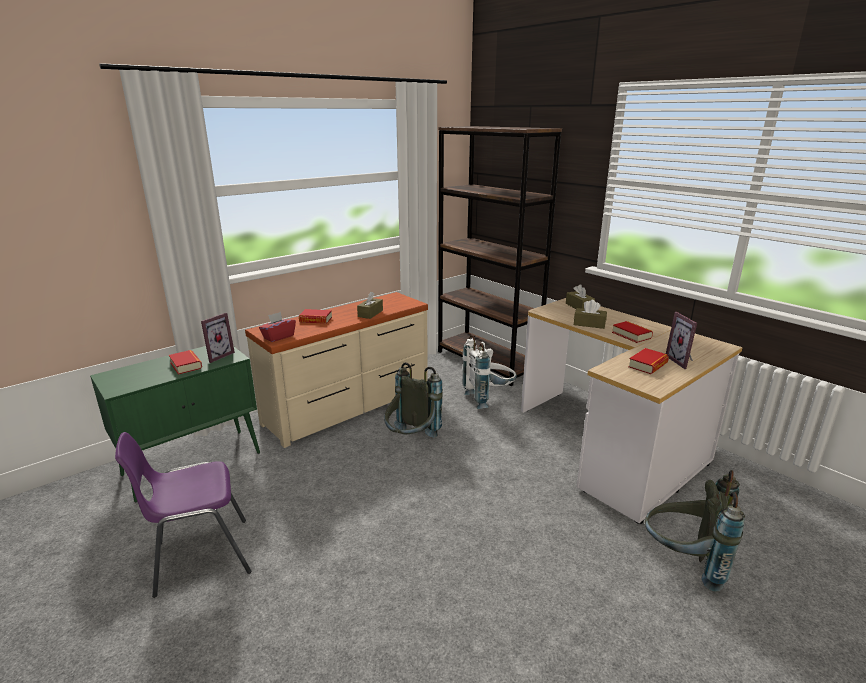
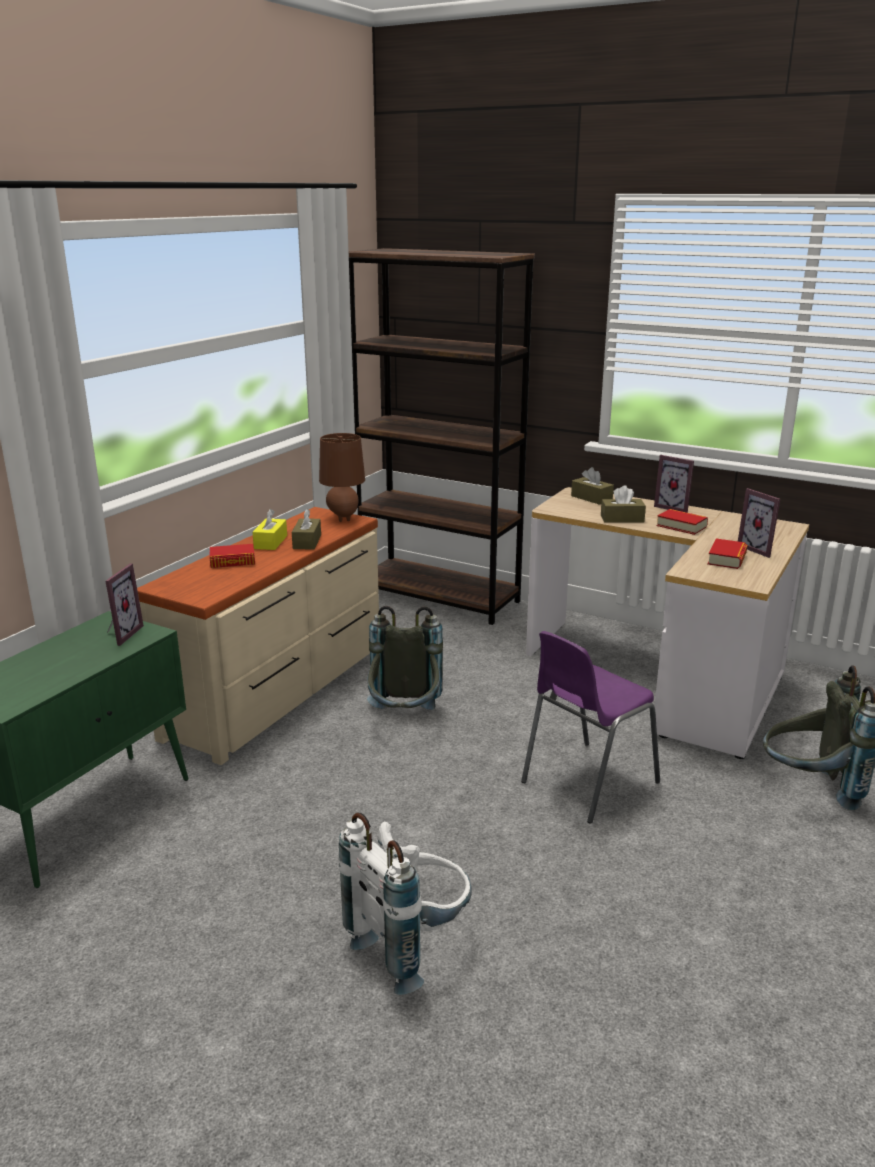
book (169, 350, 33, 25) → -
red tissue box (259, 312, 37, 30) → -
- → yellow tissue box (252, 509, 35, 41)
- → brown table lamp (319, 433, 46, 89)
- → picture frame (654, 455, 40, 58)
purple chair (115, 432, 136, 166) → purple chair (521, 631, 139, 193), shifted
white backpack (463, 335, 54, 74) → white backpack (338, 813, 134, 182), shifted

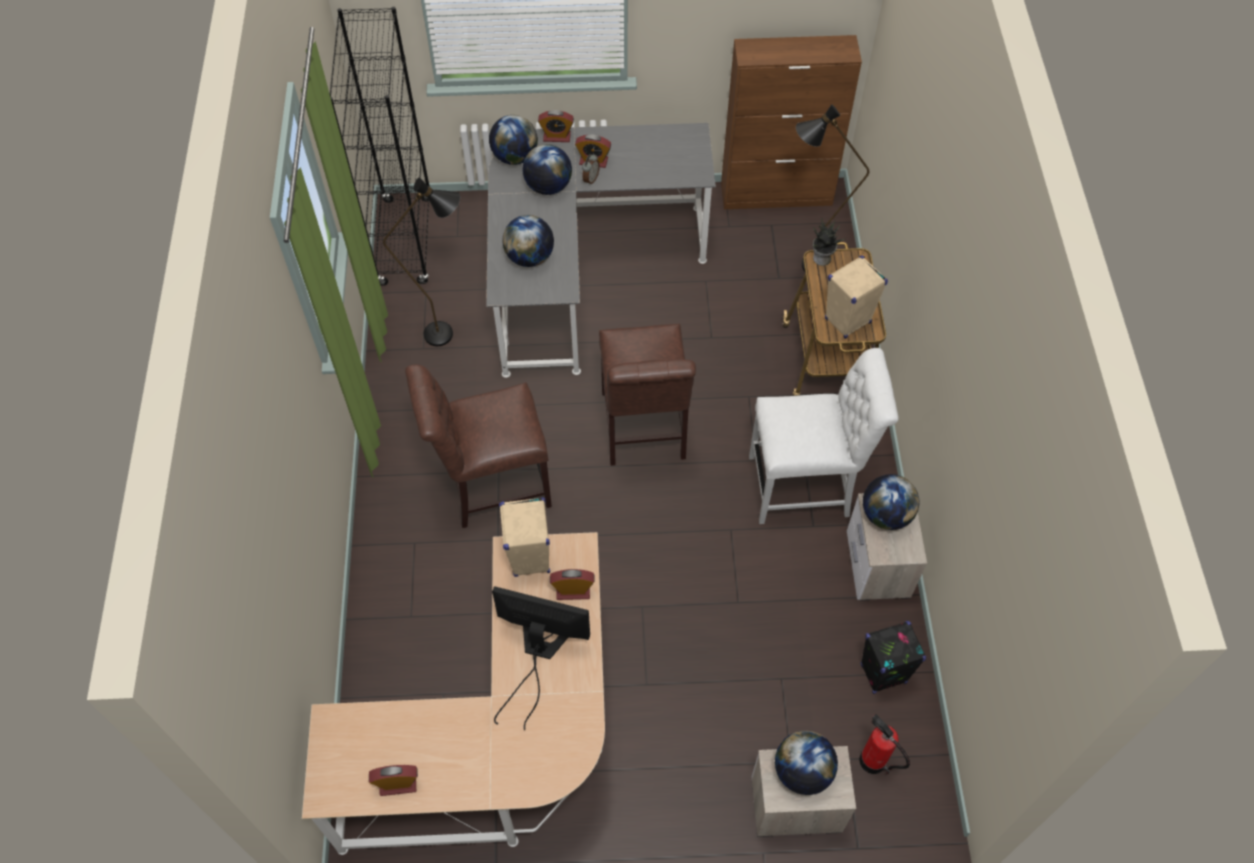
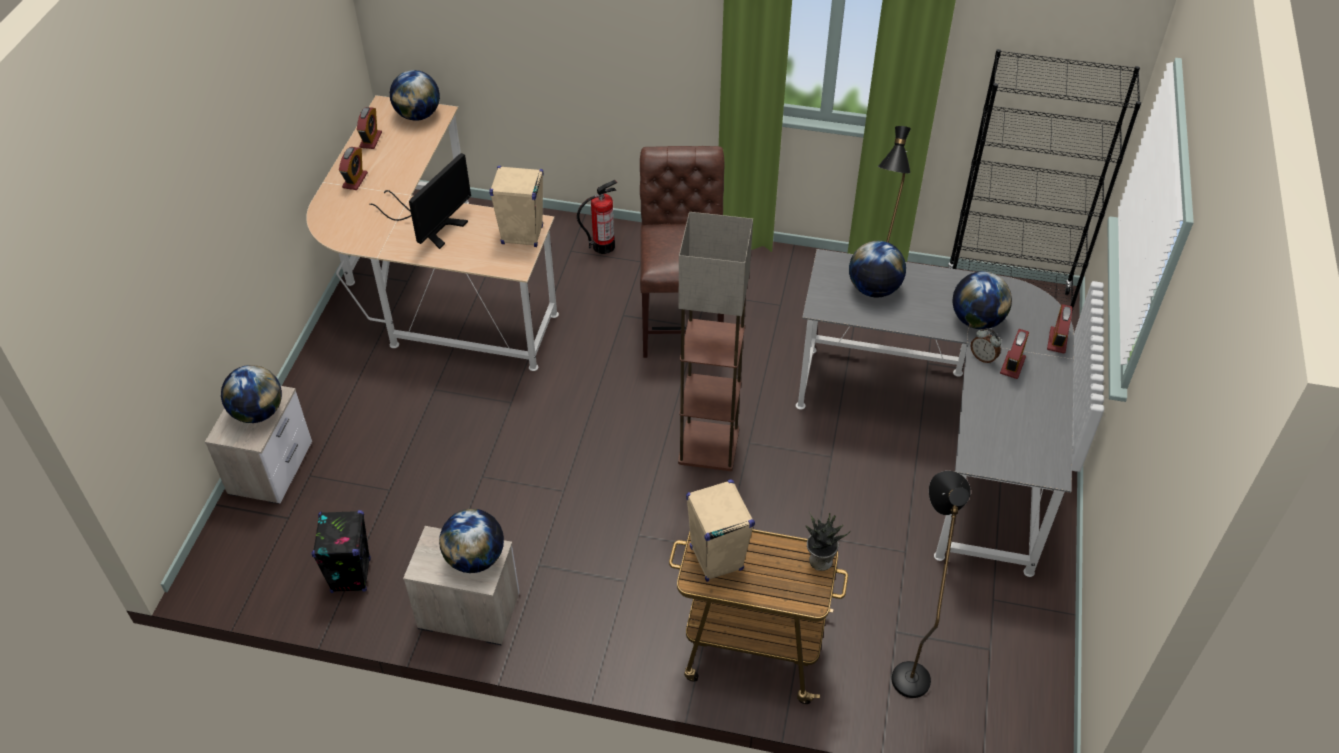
brown cabinet (721, 35, 141, 174) → -
white chair (749, 348, 150, 176) → -
globe (489, 115, 49, 50) → globe (390, 70, 50, 51), shifted
alarm clock (550, 569, 44, 31) → alarm clock (339, 147, 29, 43), shifted
fire extinguisher (859, 713, 51, 61) → fire extinguisher (577, 180, 40, 74), shifted
brown chair (599, 324, 97, 142) → floor lamp (678, 212, 75, 259)

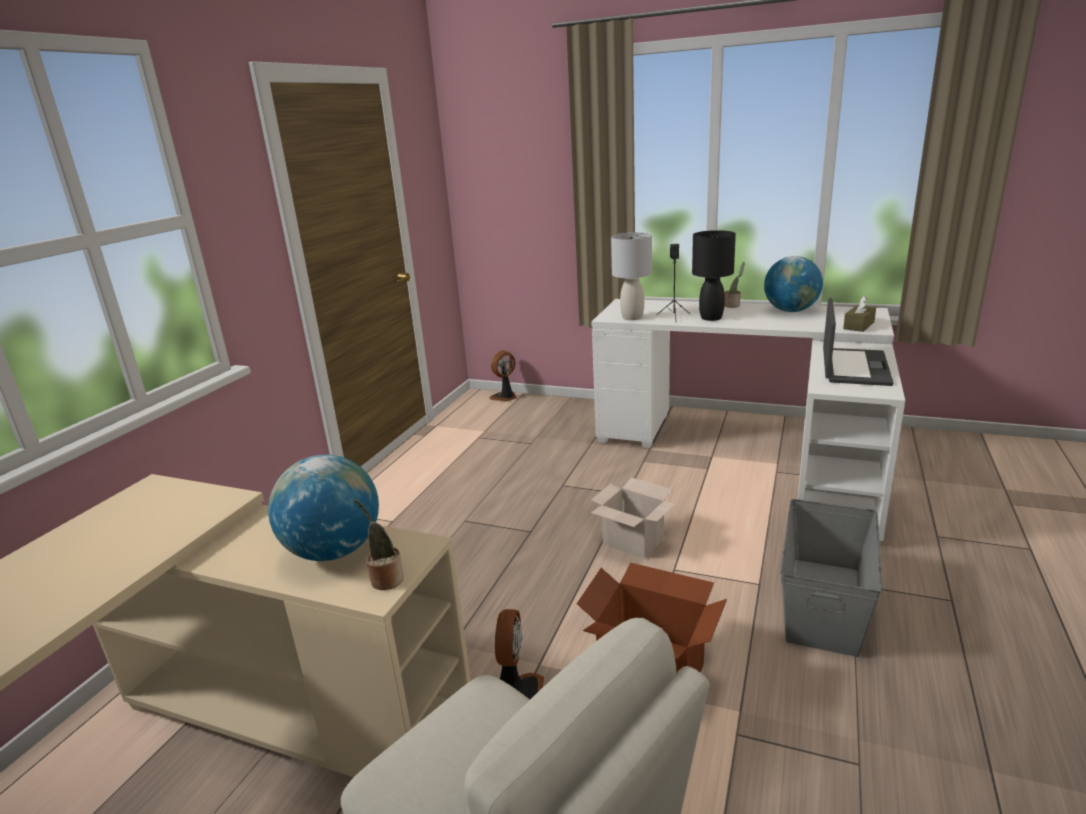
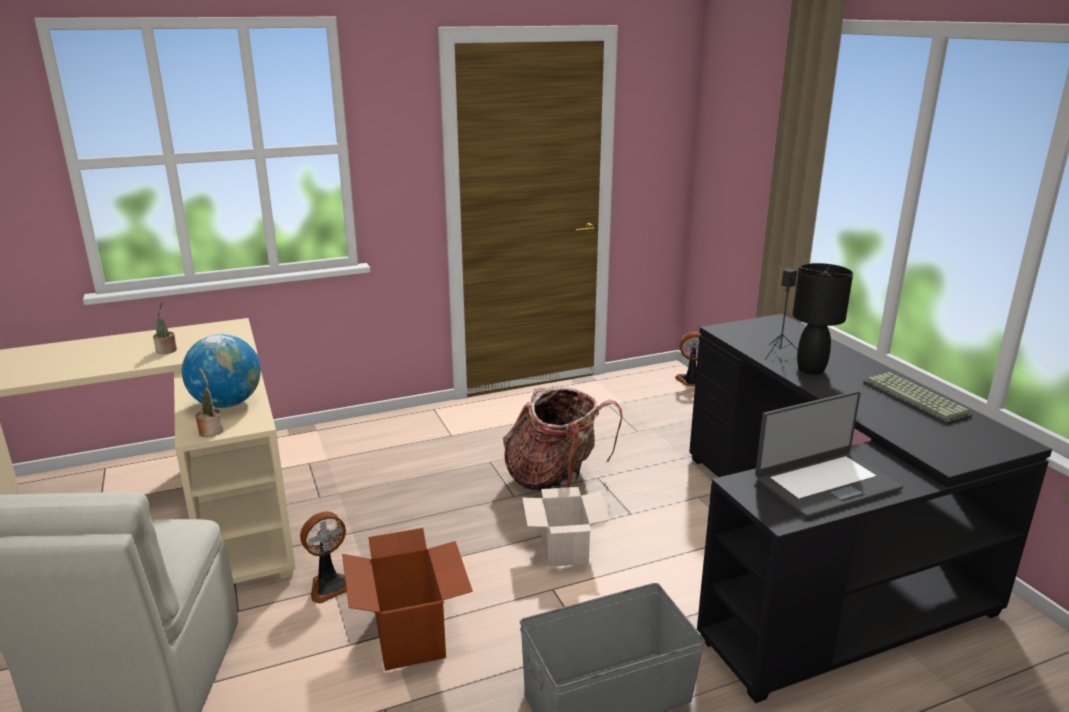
grey table lamp (611, 232, 41, 88) → -
brown tissue box (843, 295, 33, 37) → -
- → backpack (503, 385, 120, 106)
potted plant (724, 262, 21, 46) → potted plant (153, 302, 24, 52), shifted
globe (764, 256, 59, 56) → keyboard (863, 372, 110, 53)
white desk (591, 299, 314, 243) → black desk (689, 314, 363, 389)

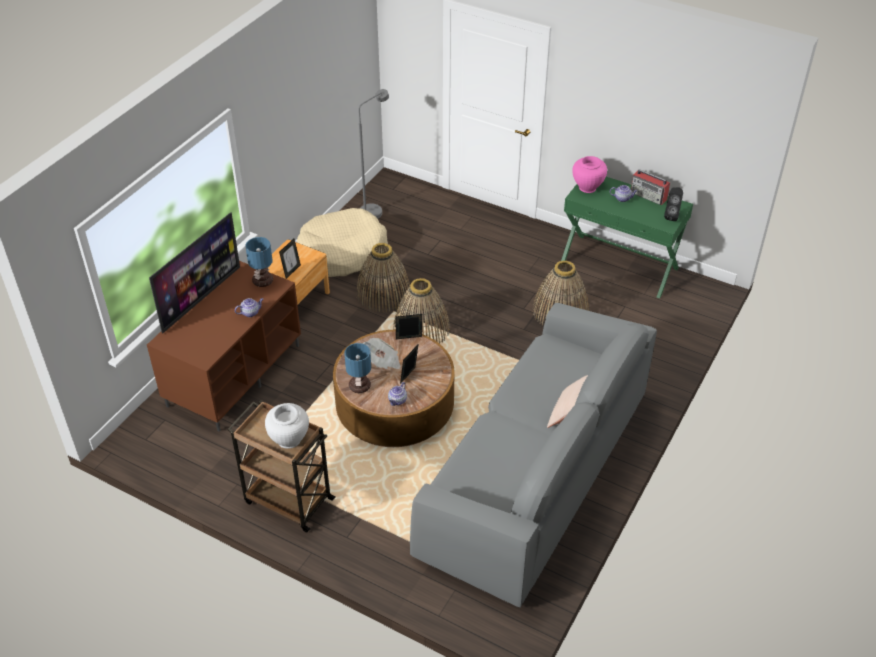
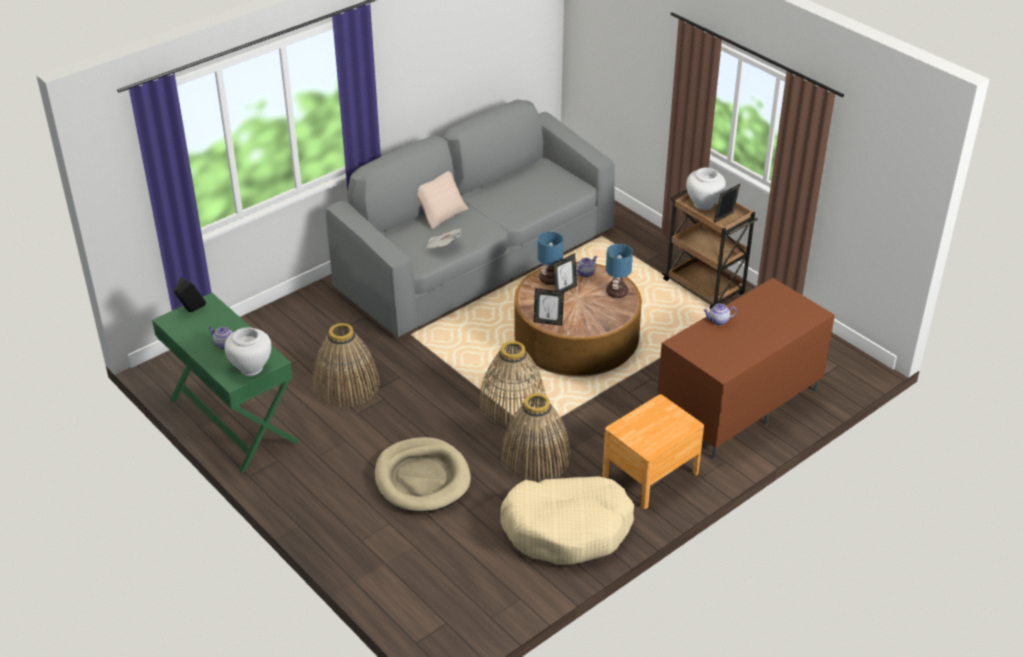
television (149, 212, 91, 121) → -
grey floor lamp (359, 89, 30, 130) → -
radio (631, 169, 39, 36) → -
- → beige dog bed (375, 437, 96, 75)
table lamp (245, 237, 28, 50) → table lamp (537, 231, 27, 54), shifted
picture frame (279, 239, 22, 40) → picture frame (714, 184, 26, 38), shifted
newspaper (363, 338, 38, 31) → newspaper (425, 229, 37, 20), shifted
pink vase (572, 156, 35, 37) → white vase (224, 328, 47, 48)

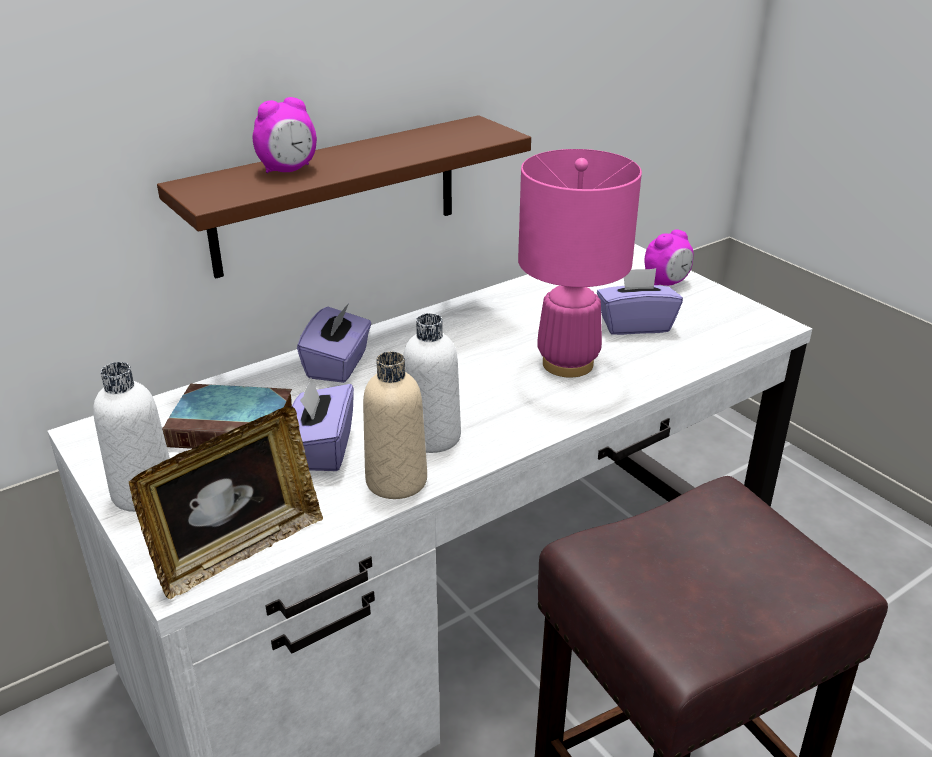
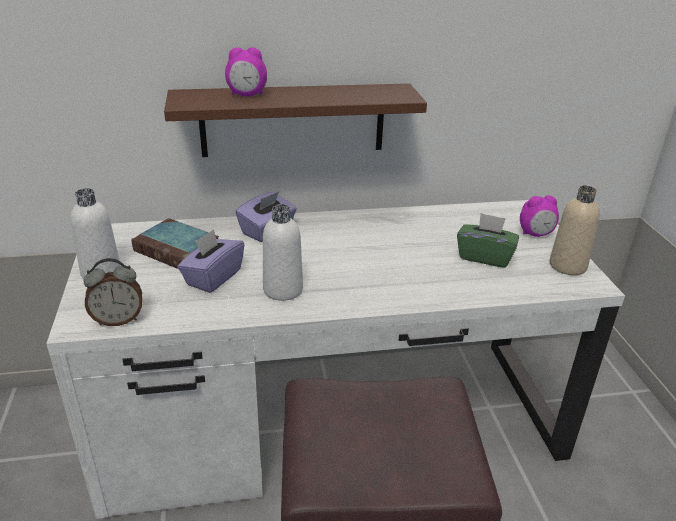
pink table lamp (518, 149, 124, 228) → -
beige bottle (363, 352, 64, 147) → beige bottle (550, 186, 50, 89), shifted
picture frame (129, 406, 194, 193) → alarm clock (83, 258, 59, 68)
purple tissue box (597, 268, 86, 67) → green tissue box (457, 213, 62, 55)

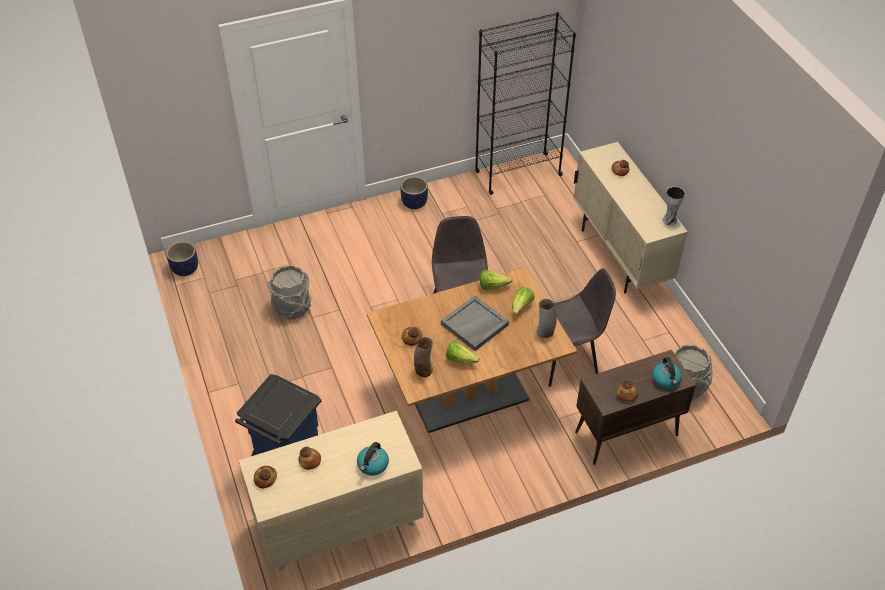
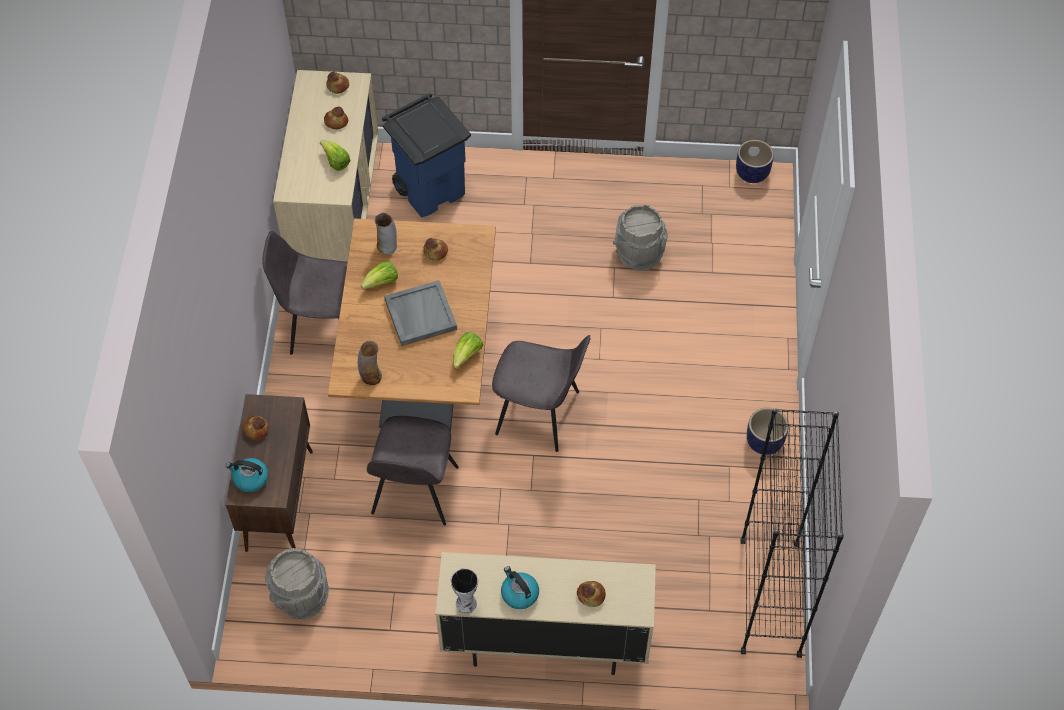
- → grey chair (262, 231, 86, 124)
kettle (357, 442, 32, 34) → kettle (501, 566, 38, 43), shifted
lettuce (512, 287, 22, 28) → lettuce (320, 141, 31, 30), shifted

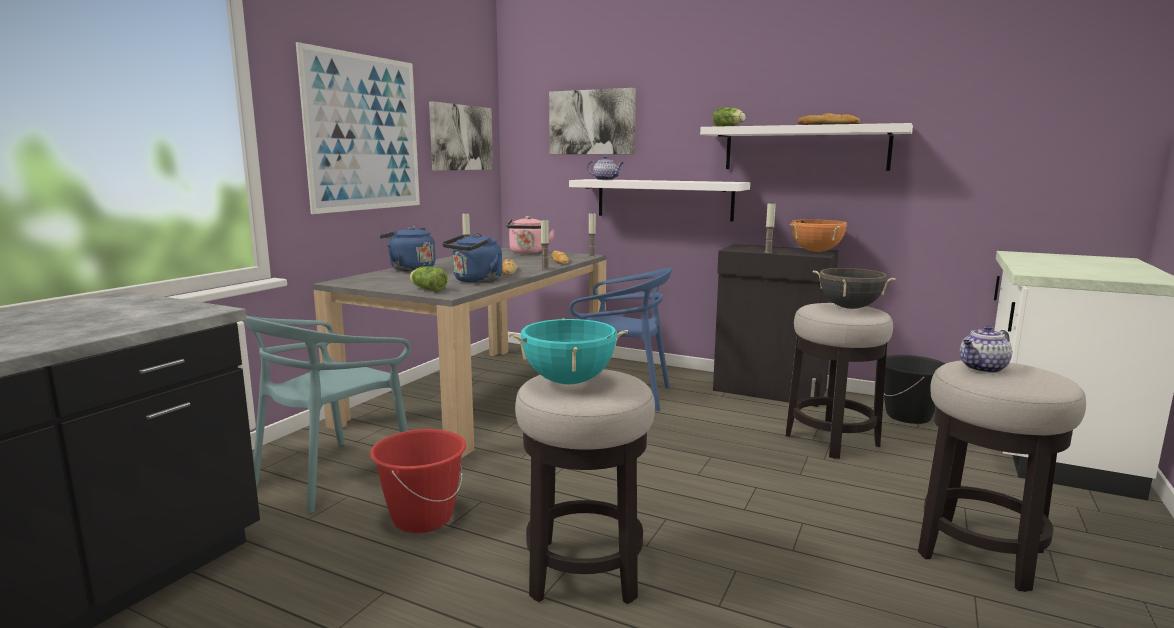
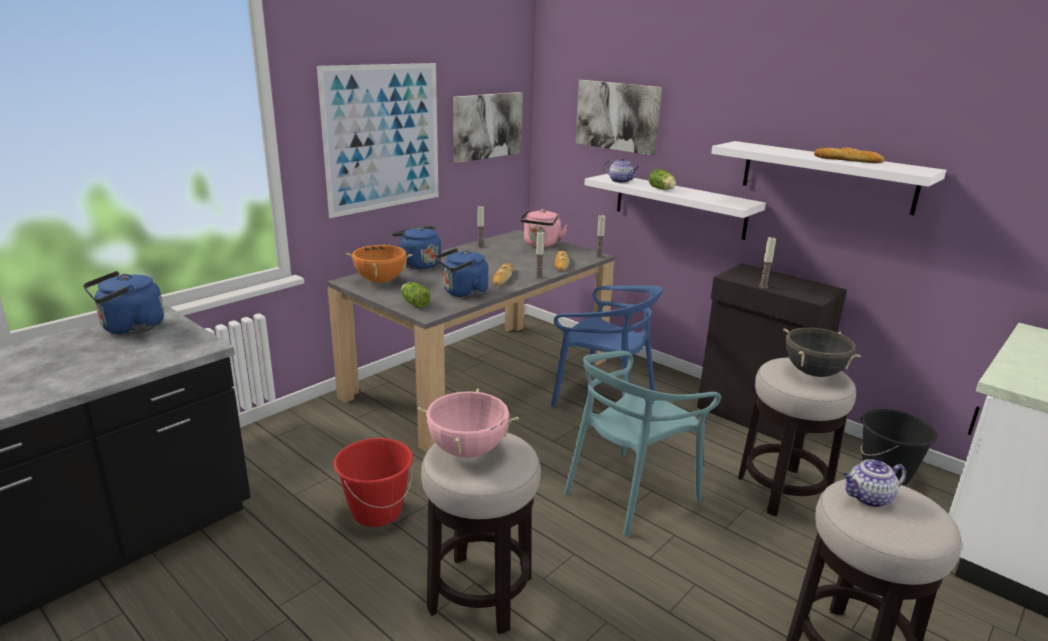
- → blue kettle (83, 271, 81, 64)
turquoise chair (245, 316, 166, 197) → turquoise chair (564, 351, 157, 186), shifted
lettuce (712, 107, 34, 20) → lettuce (649, 169, 27, 21), shifted
orange cooking pot (790, 219, 57, 33) → orange cooking pot (346, 244, 67, 39), shifted
turquoise cooking pot (509, 318, 119, 66) → pink cooking pot (418, 388, 101, 70)

